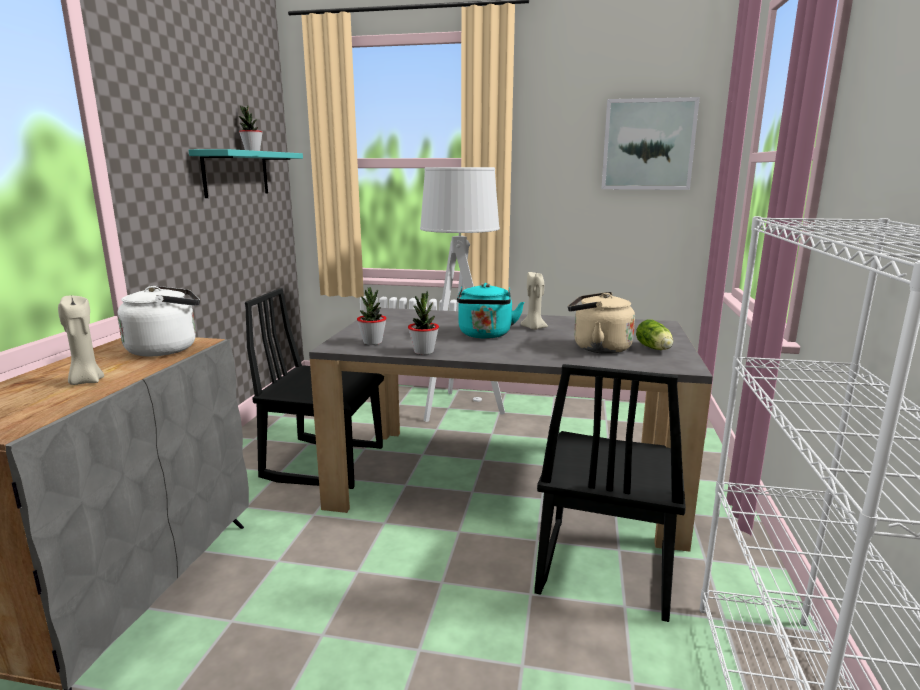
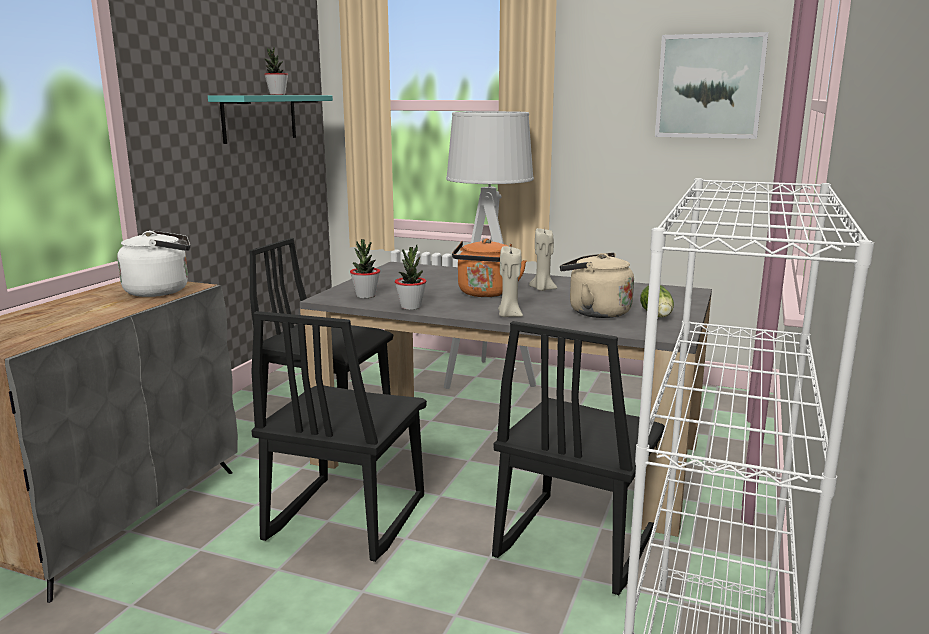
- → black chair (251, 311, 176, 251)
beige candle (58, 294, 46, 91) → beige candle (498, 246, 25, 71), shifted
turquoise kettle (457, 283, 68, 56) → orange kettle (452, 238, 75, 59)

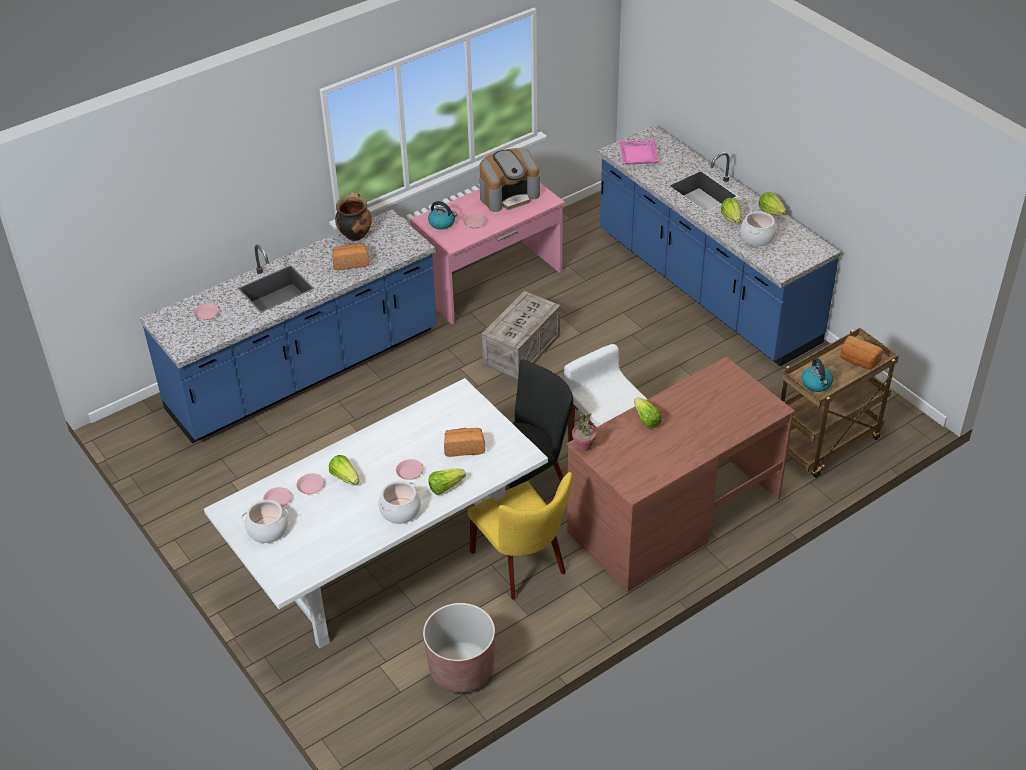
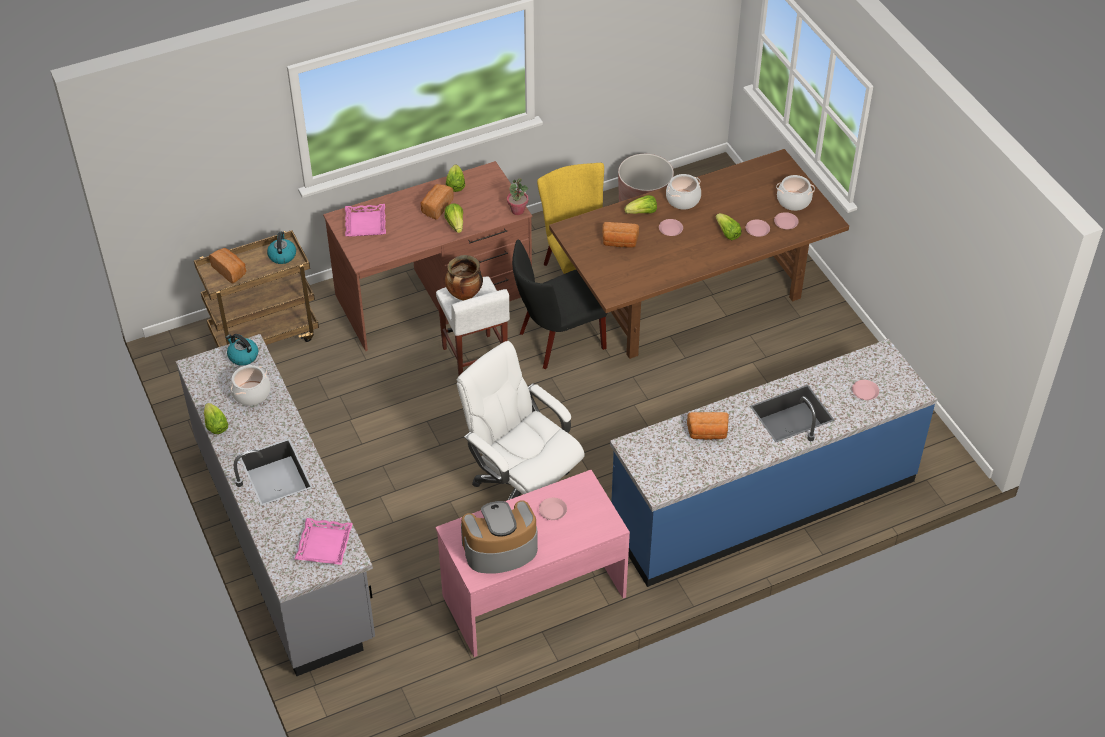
- → pink tray (345, 204, 41, 33)
- → bread (421, 184, 33, 36)
cooking pot (335, 192, 37, 49) → cooking pot (445, 255, 38, 46), shifted
kettle (428, 201, 29, 29) → kettle (226, 334, 32, 32), shifted
lettuce (721, 198, 20, 25) → lettuce (446, 165, 19, 27), shifted
crate (481, 291, 79, 89) → white office chair (457, 341, 128, 159)
white dining table (204, 378, 344, 270) → brown dining table (549, 149, 300, 210)
blue counter (598, 125, 243, 242) → grey counter (176, 334, 199, 343)

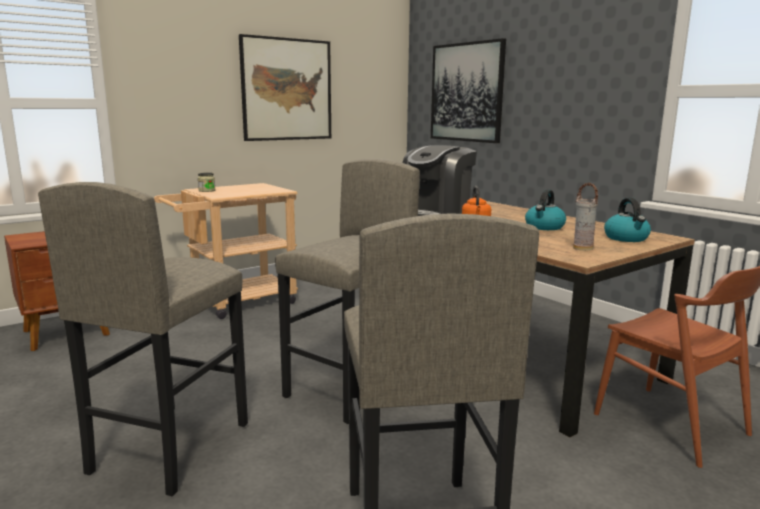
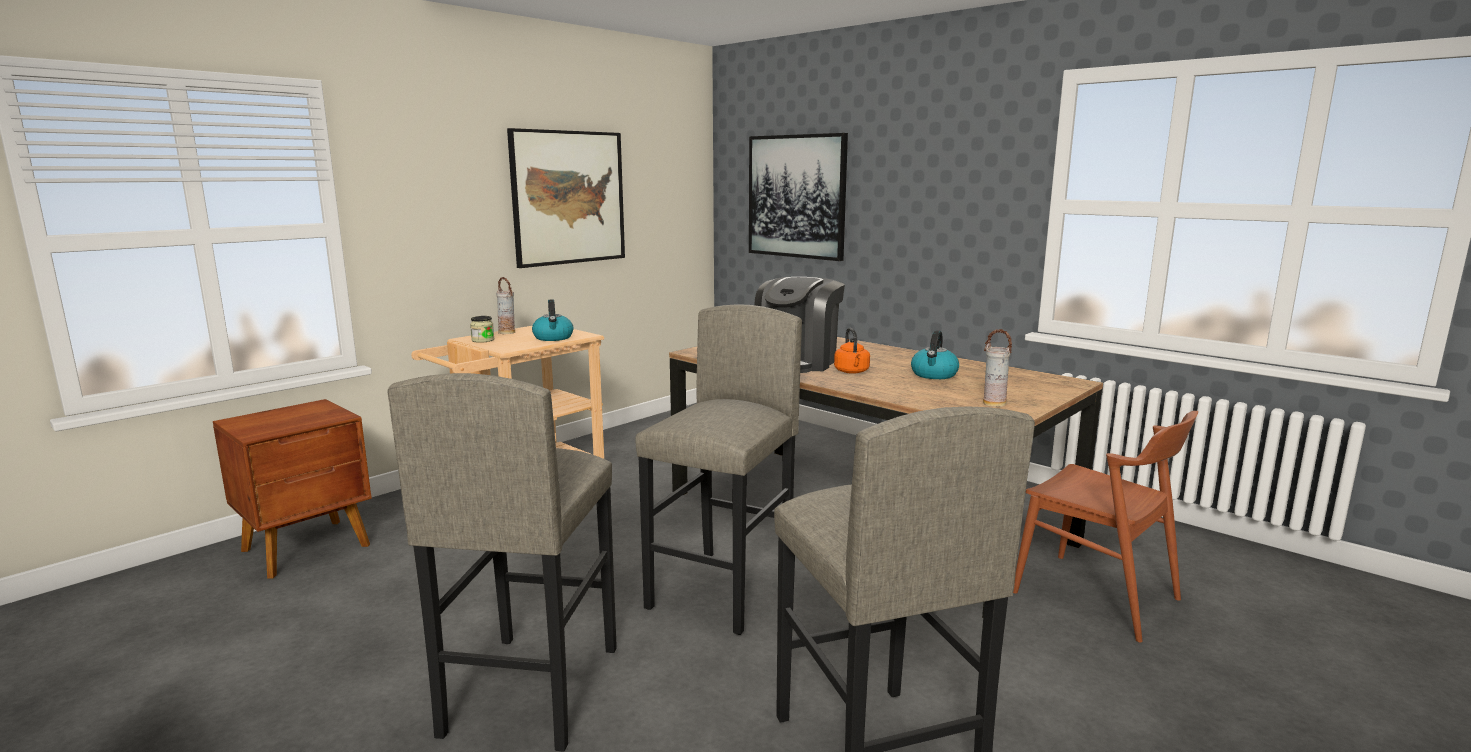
- → vase (496, 277, 19, 57)
kettle (604, 198, 47, 44) → kettle (532, 299, 41, 42), shifted

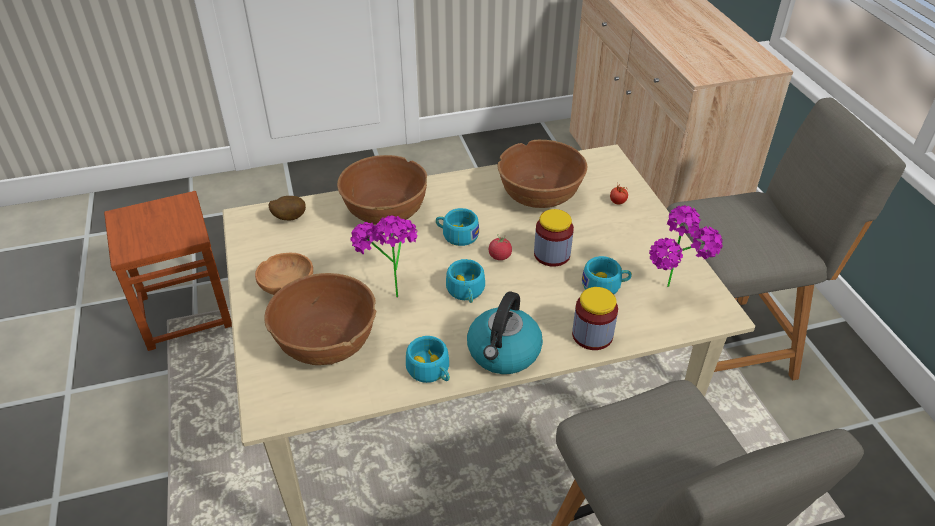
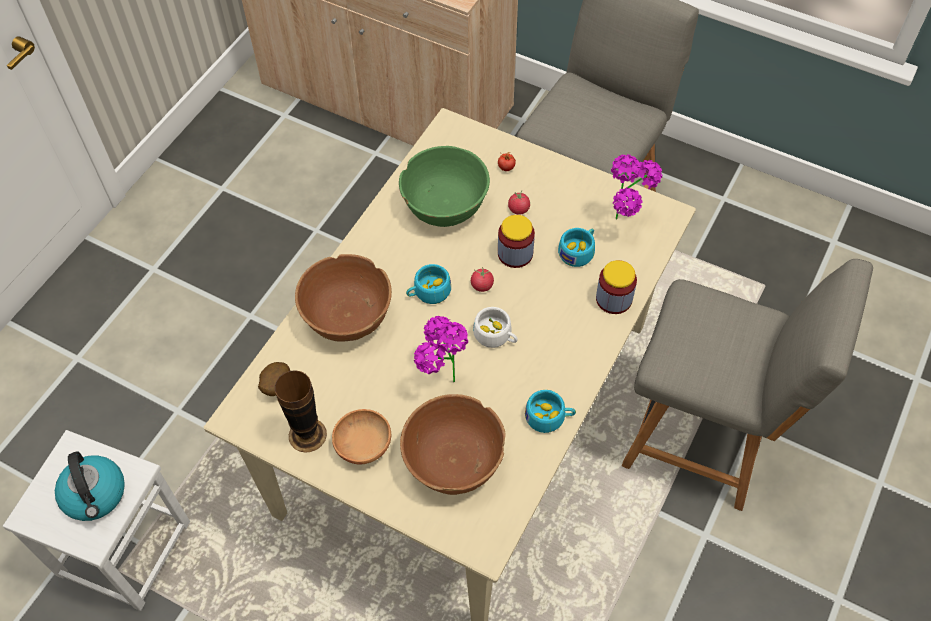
- → vase (275, 370, 52, 83)
- → tomato (508, 191, 22, 24)
kettle (467, 291, 76, 83) → kettle (55, 451, 70, 70), shifted
brown stool (104, 191, 128, 160) → white stool (3, 430, 187, 181)
turquoise cup (446, 259, 39, 44) → white cup (473, 307, 45, 41)
brown bowl (497, 140, 90, 68) → green bowl (399, 146, 91, 81)

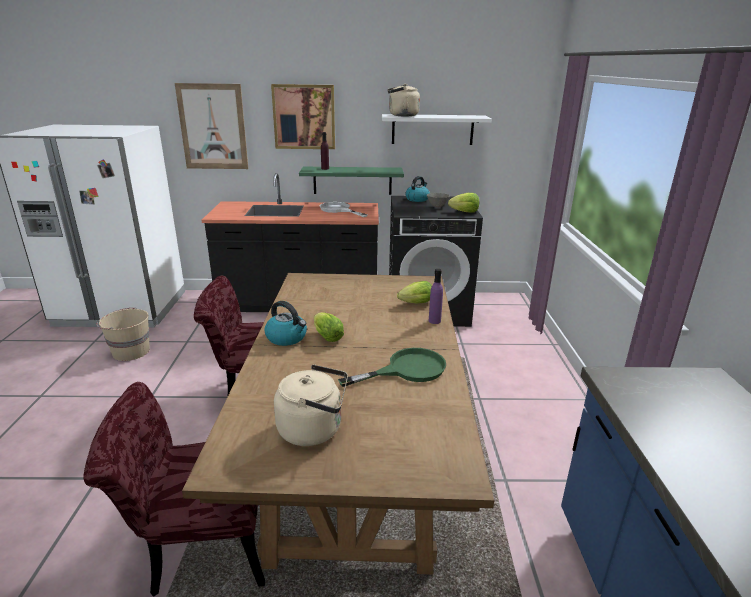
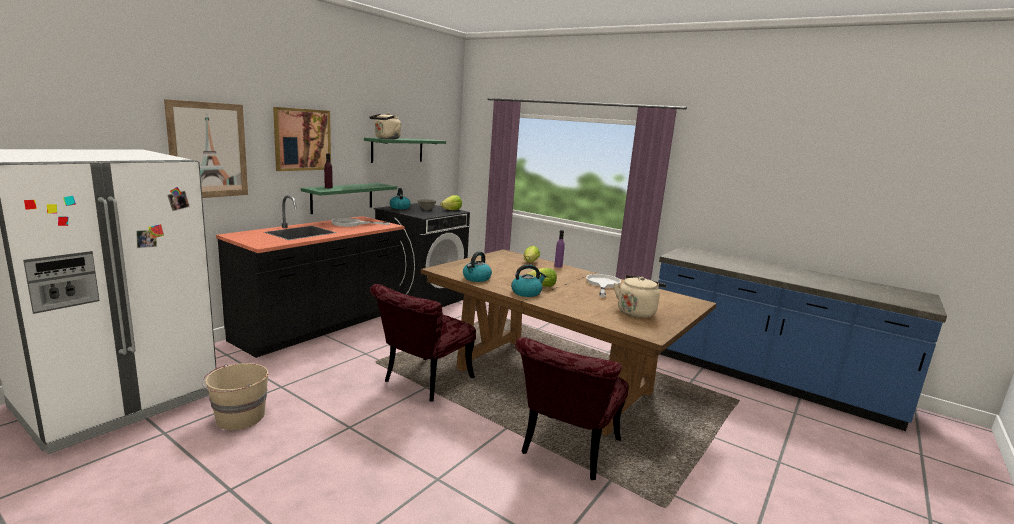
- → kettle (463, 251, 29, 31)
green frying pan (338, 348, 108, 39) → white frying pan (586, 274, 35, 23)
white shelf (382, 114, 110, 31) → green shelf (364, 137, 82, 26)

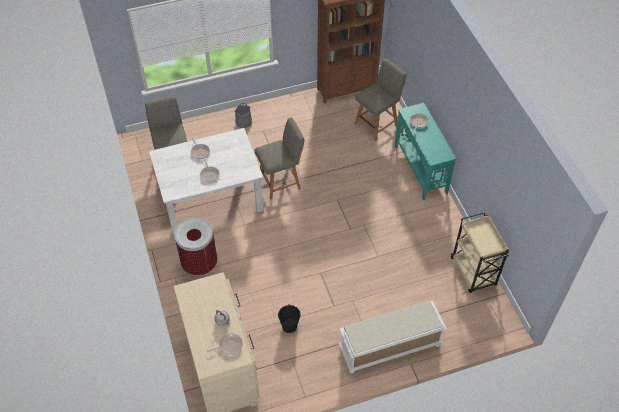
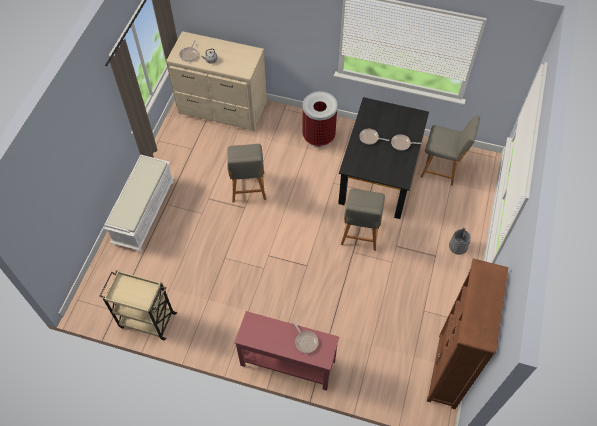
black bucket (278, 304, 23, 29) → -
grey chair (354, 58, 53, 83) → grey chair (227, 144, 39, 58), shifted
white dining table (149, 128, 114, 107) → black dining table (338, 97, 91, 122)
turquoise console table (394, 103, 63, 97) → red console table (234, 311, 105, 80)

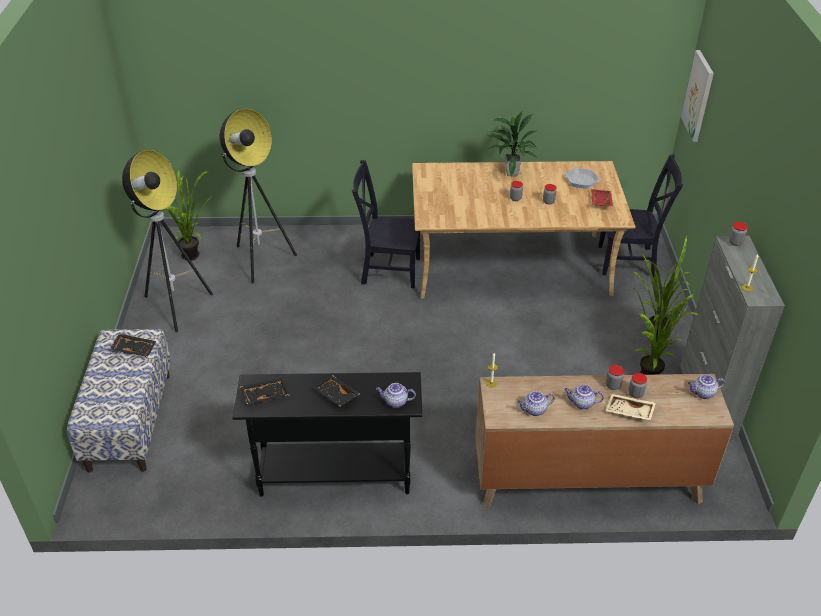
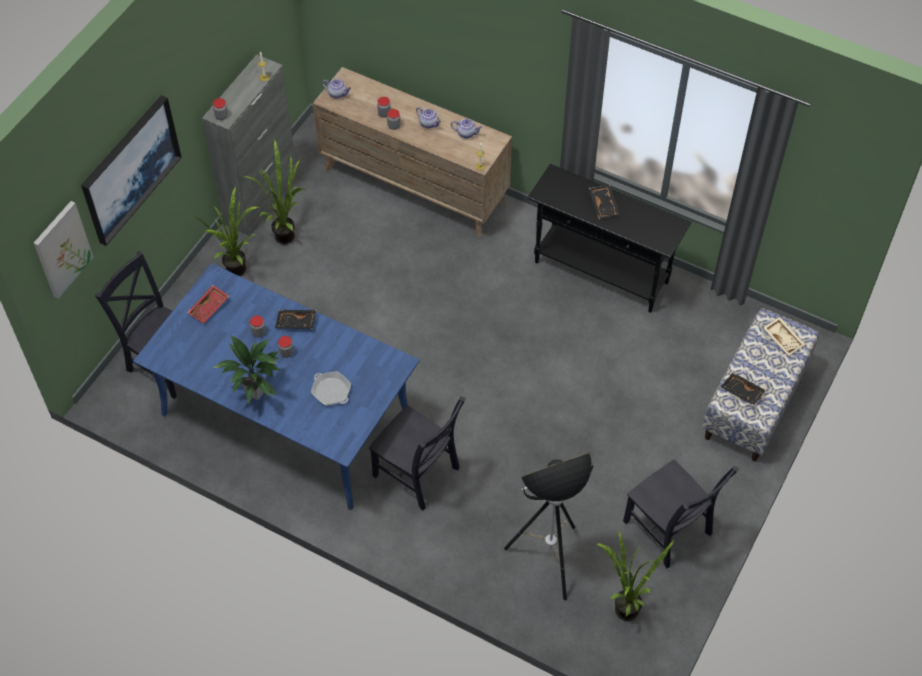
teapot (376, 383, 40, 25) → -
- → picture (81, 95, 101, 151)
black tray (240, 378, 50, 26) → black tray (275, 310, 42, 19), shifted
frying pan (564, 168, 37, 21) → frying pan (311, 371, 40, 35), shifted
beige tray (605, 394, 51, 27) → beige tray (764, 317, 41, 39), shifted
floor lamp (122, 150, 91, 182) → black chair (623, 460, 116, 109)
beige dining table (412, 161, 224, 137) → blue dining table (133, 263, 286, 247)

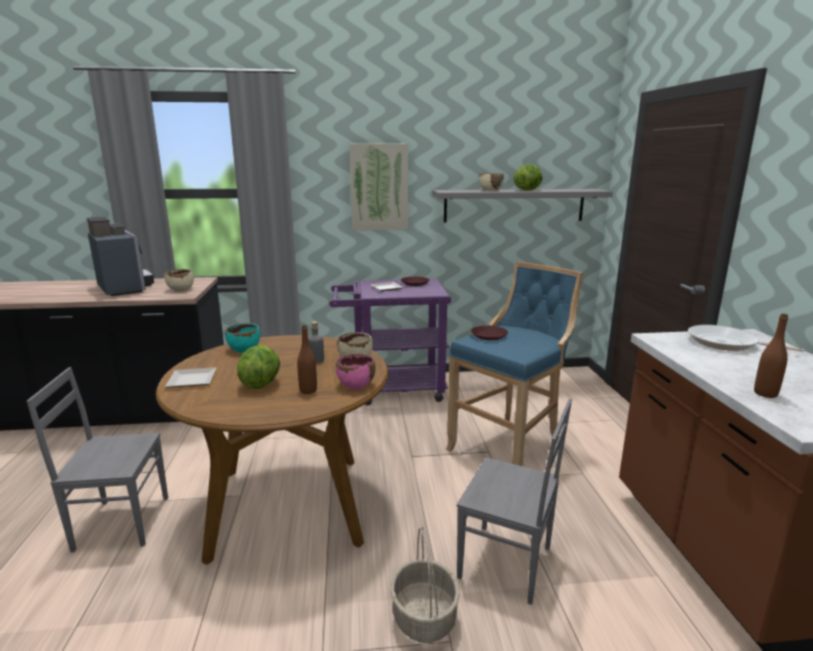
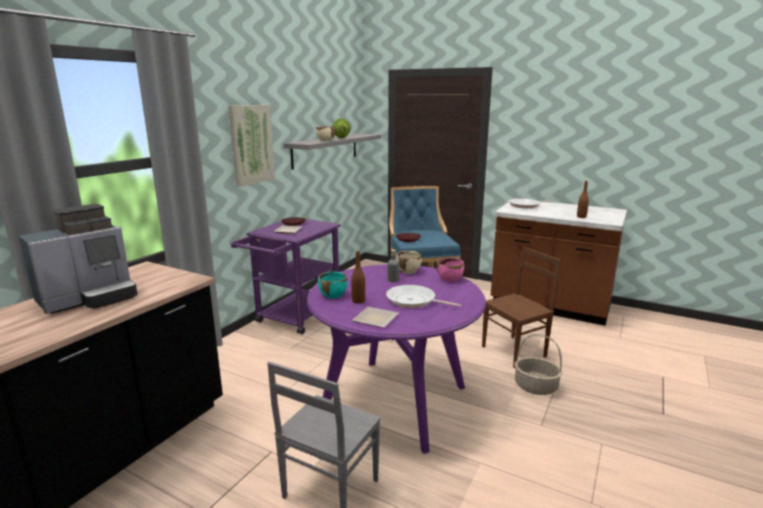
beige bowl (164, 269, 30, 23) → -
brown bottle (297, 325, 20, 69) → brown bottle (351, 251, 14, 53), shifted
lettuce (237, 345, 43, 44) → frying pan (386, 285, 75, 23)
brown dining table (156, 335, 232, 230) → purple dining table (307, 264, 179, 190)
grey chair (457, 398, 115, 207) → brown chair (482, 247, 79, 121)
coffee machine (87, 217, 67, 79) → coffee machine (19, 204, 119, 110), 135 degrees clockwise

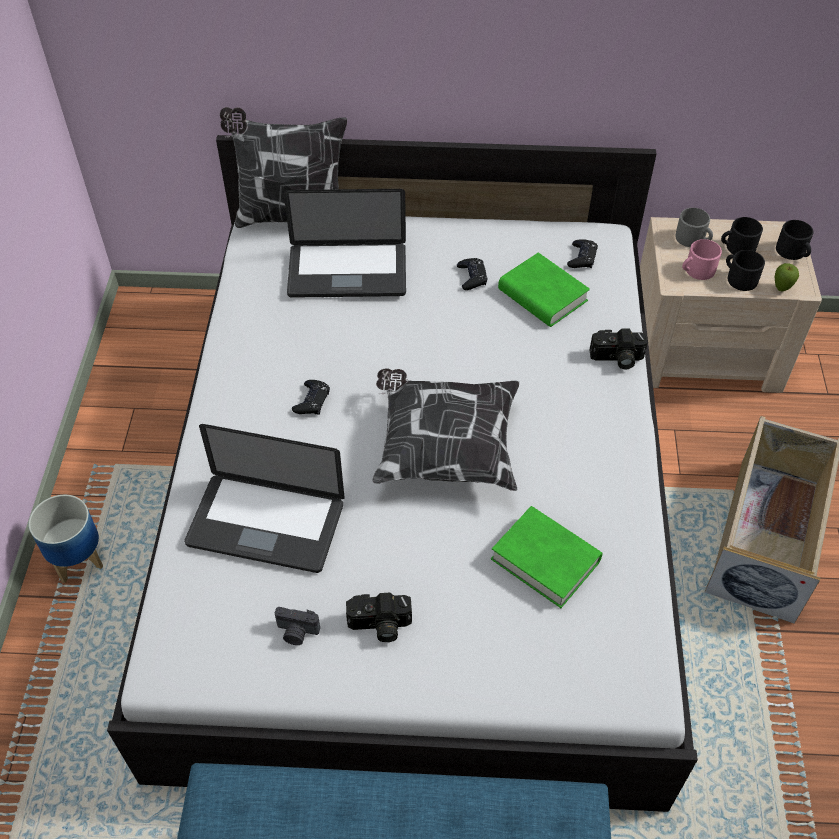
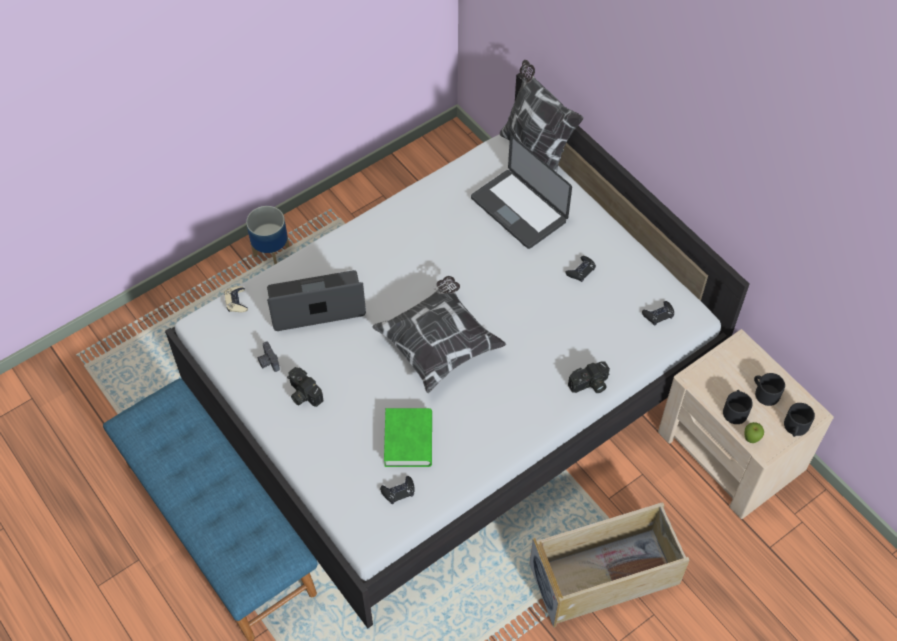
green book (498, 252, 92, 75) → -
grey mug (675, 208, 38, 39) → -
pink mug (682, 239, 40, 41) → -
- → beige game controller (224, 286, 24, 26)
black game controller (292, 380, 38, 35) → black game controller (380, 476, 35, 28), shifted
laptop (184, 424, 161, 149) → laptop (267, 270, 99, 61), 105 degrees clockwise
photo camera (590, 329, 57, 41) → photo camera (568, 361, 42, 32), 75 degrees counterclockwise

